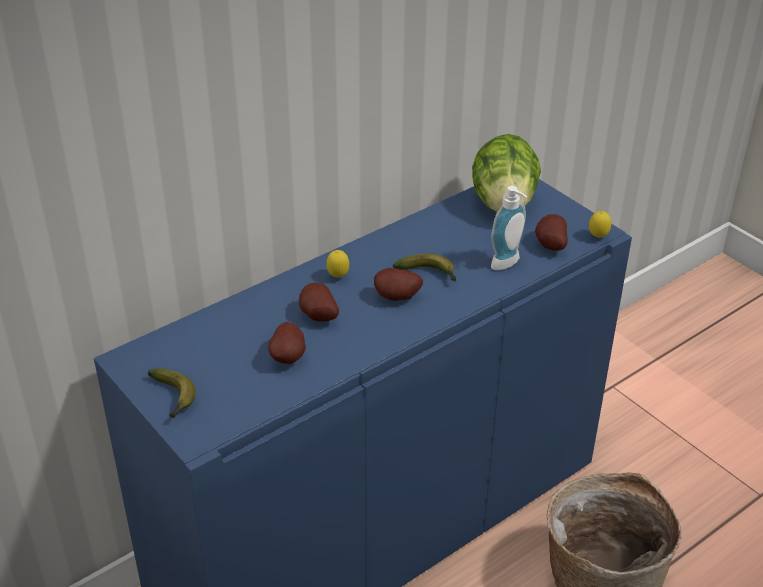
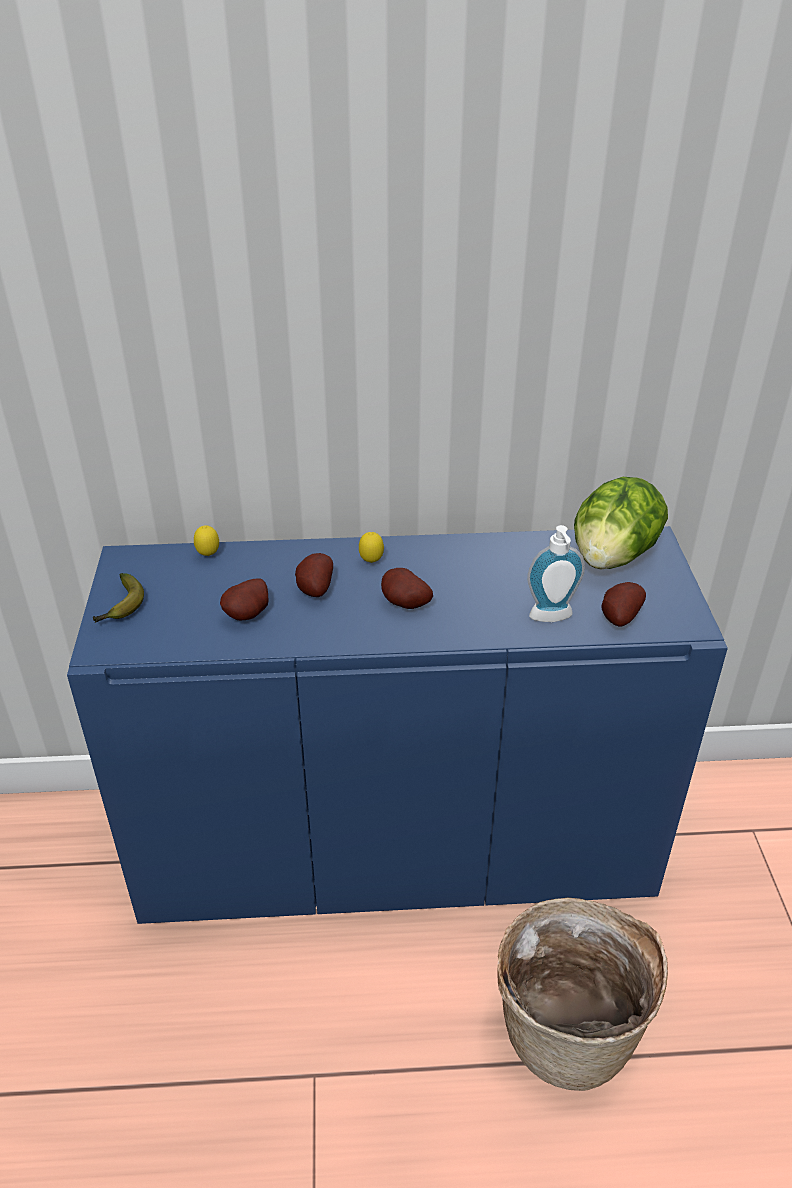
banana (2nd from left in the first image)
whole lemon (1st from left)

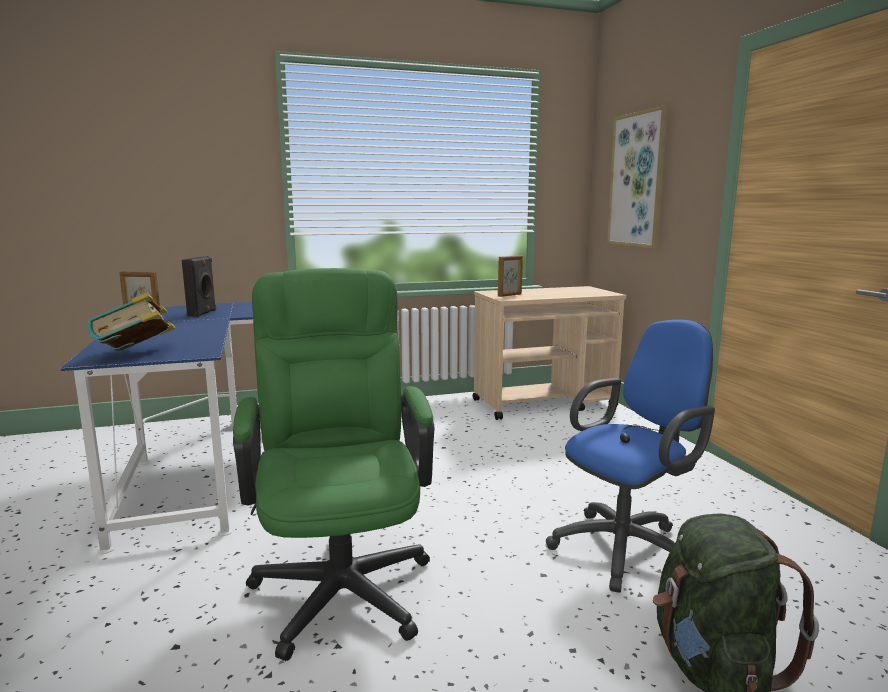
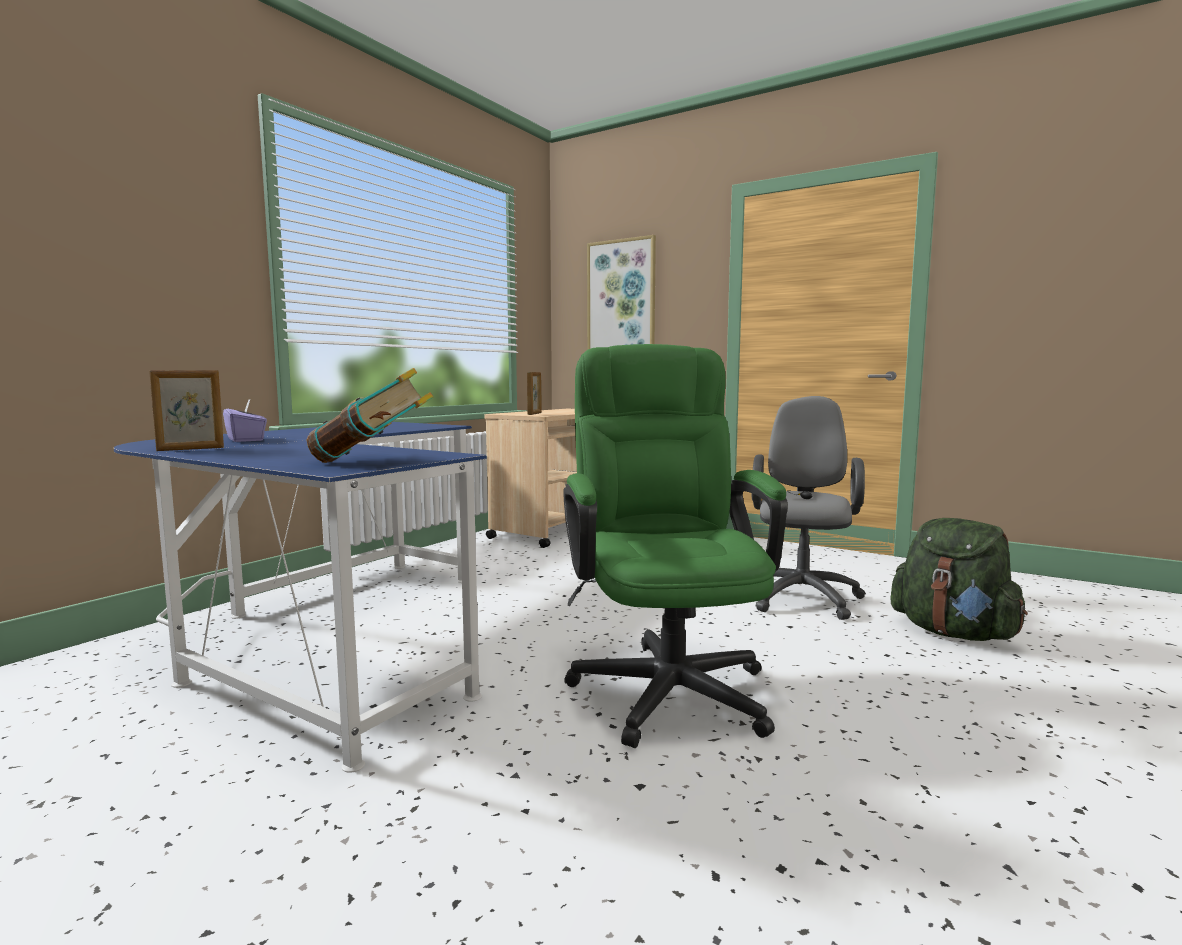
purple-coloured tissue box
gray desk chair
greenish desk chair

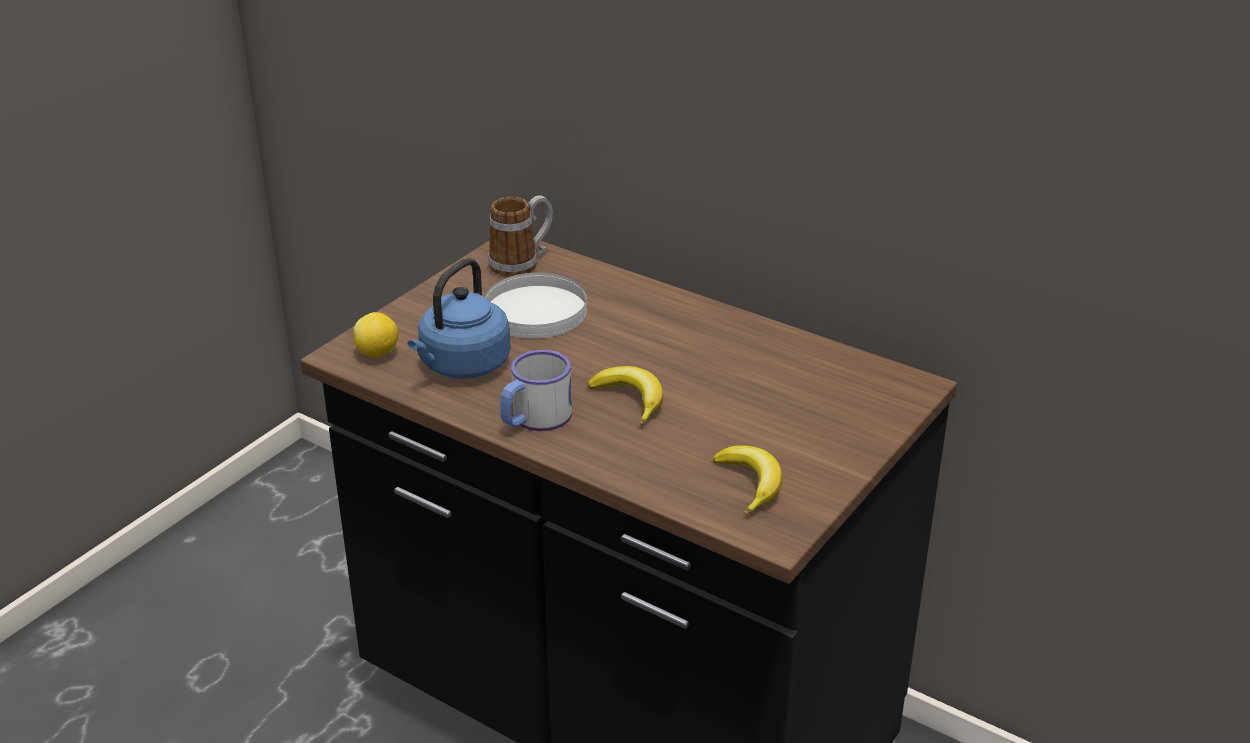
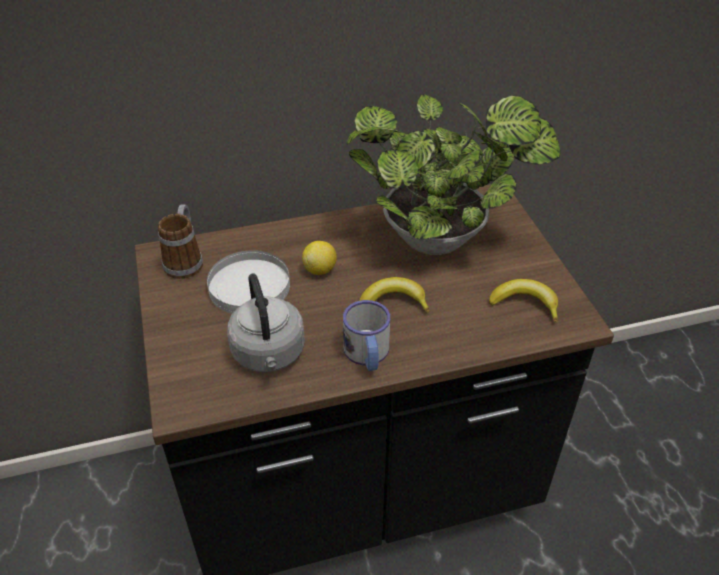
potted plant
whole lemon
gray kettle

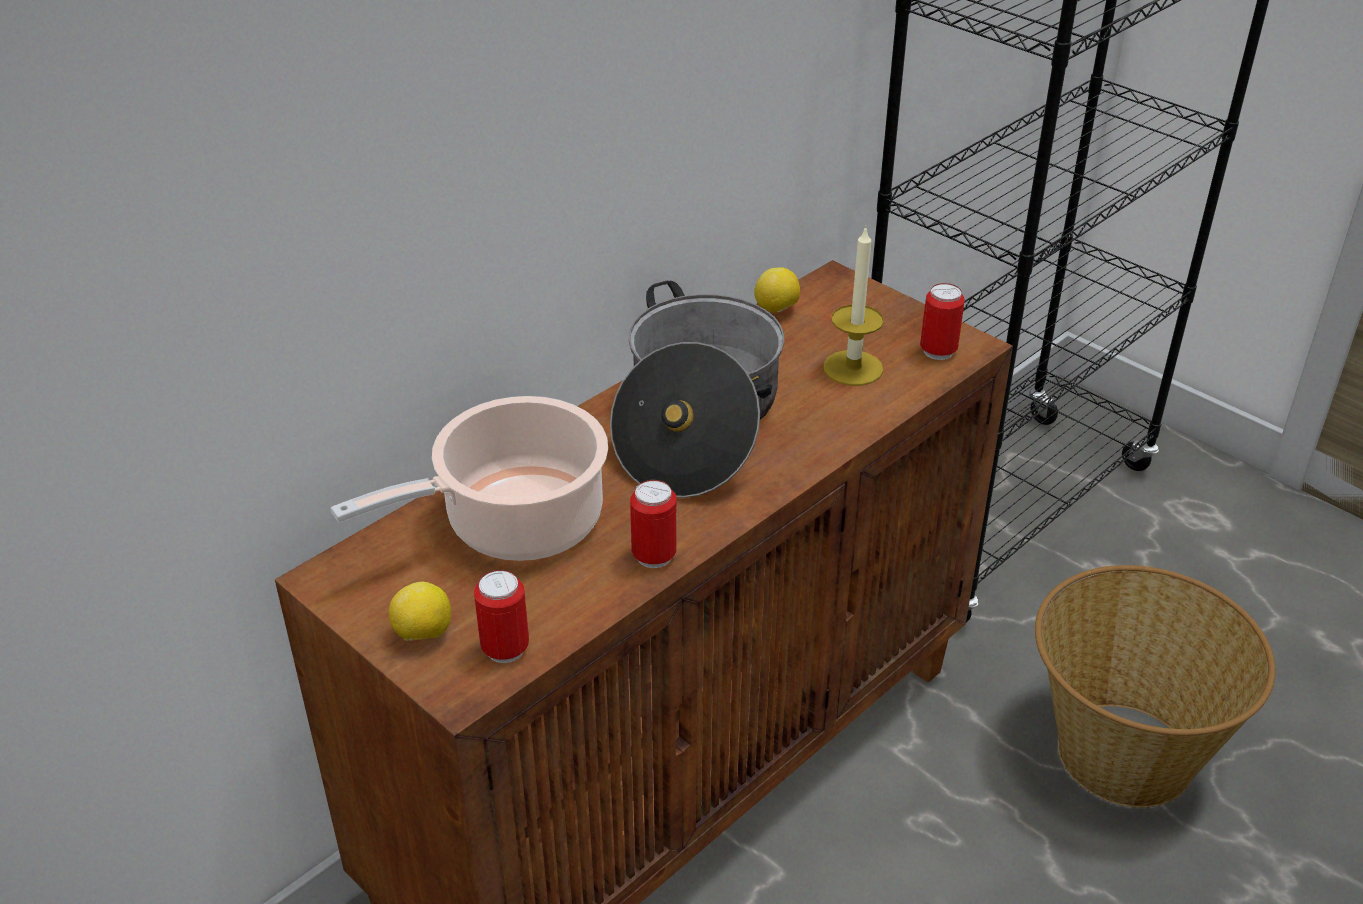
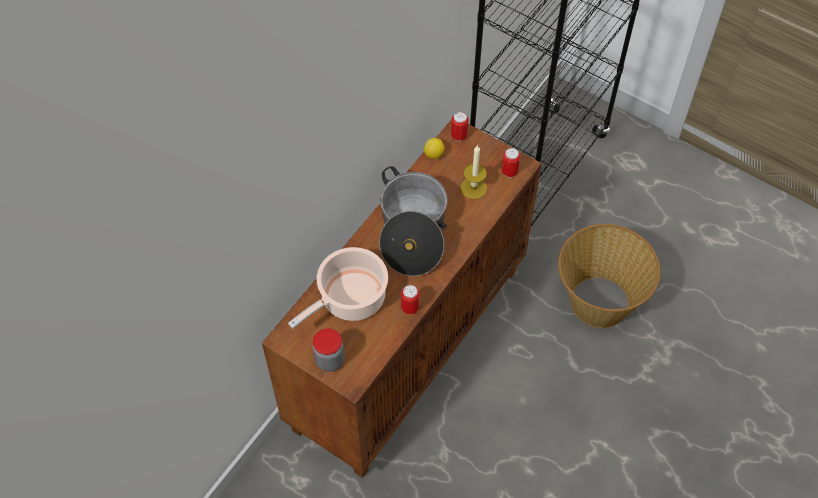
can (2nd from left)
preserve jar

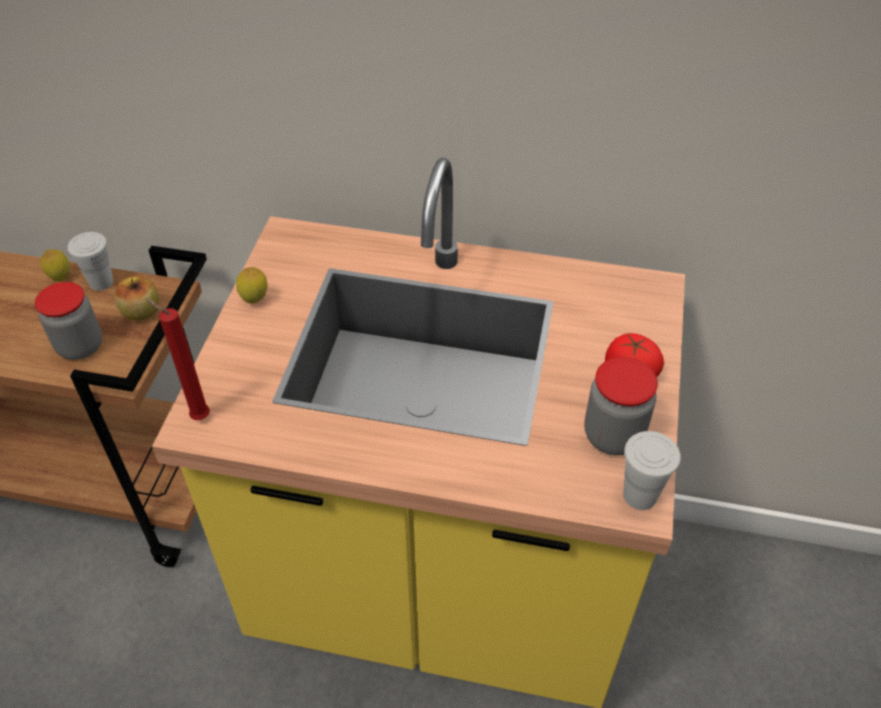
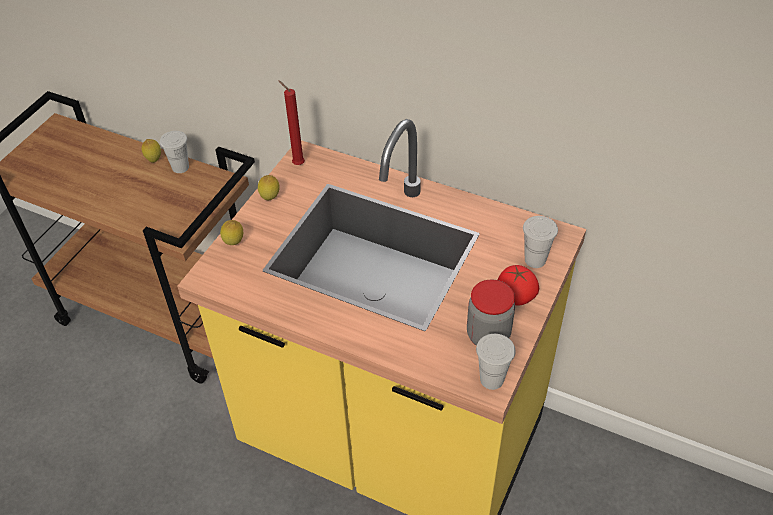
preserve jar (1st from left in the first image)
apple
whole lemon (2nd from left)
white drinking cup (3rd from left)
red-coloured wax candle

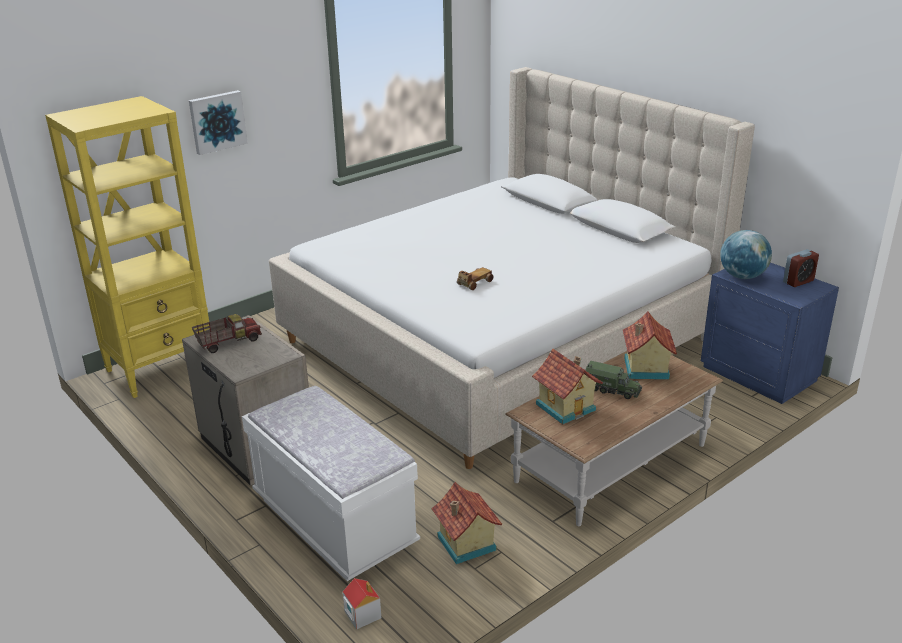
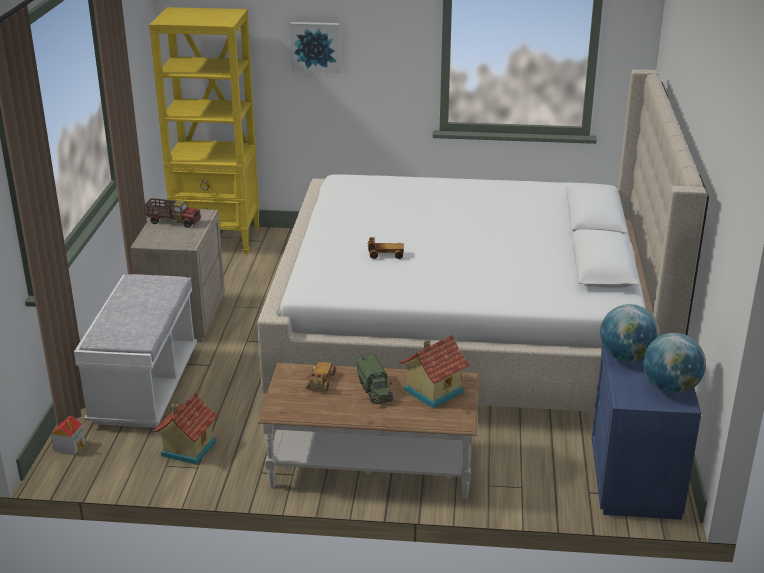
miniature car (1st from left)
world globe (2nd from left)

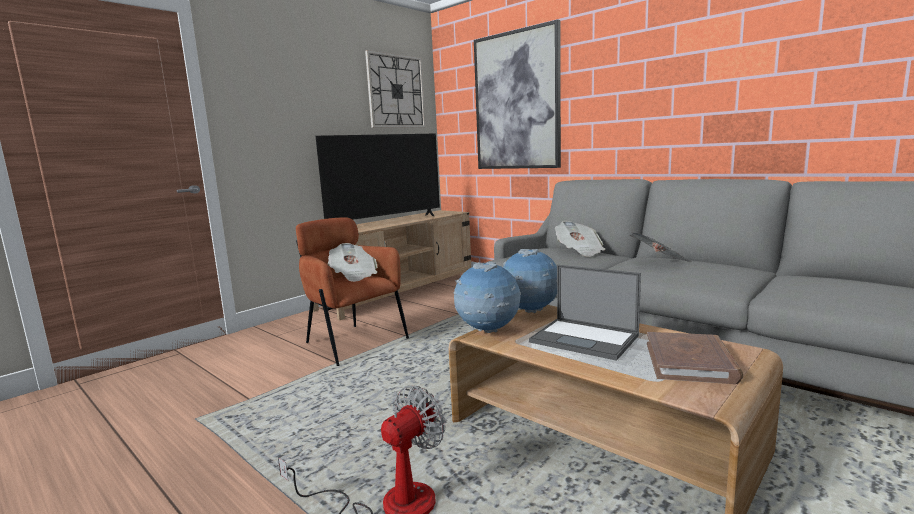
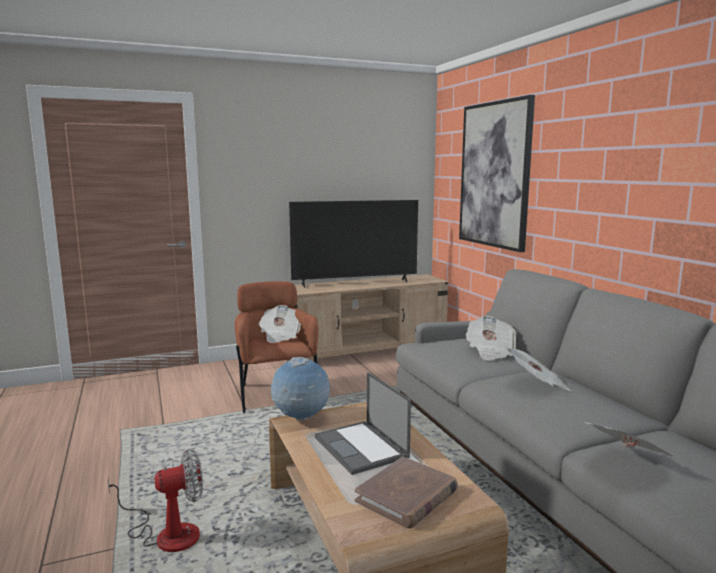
clock on the wall
world globe (2nd from left in the first image)
daily paper (4th from left)

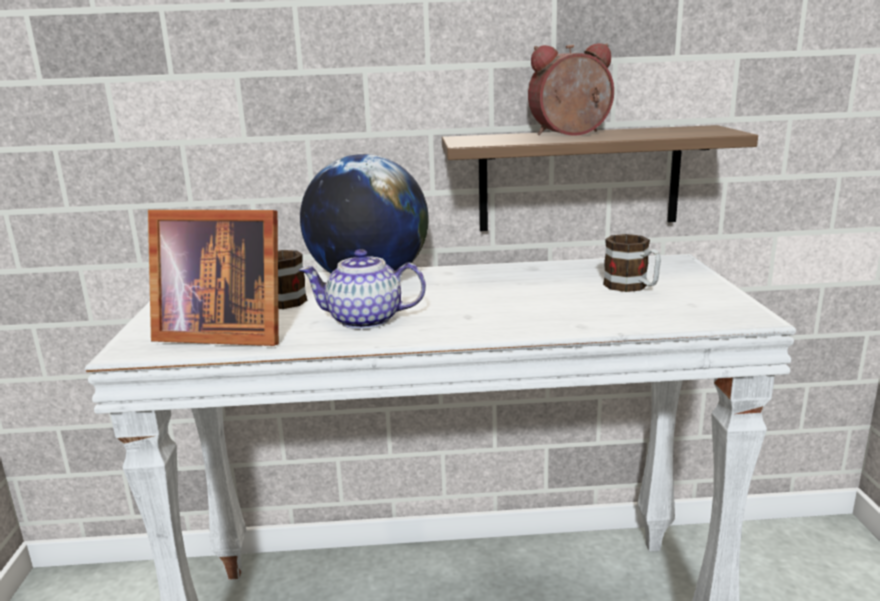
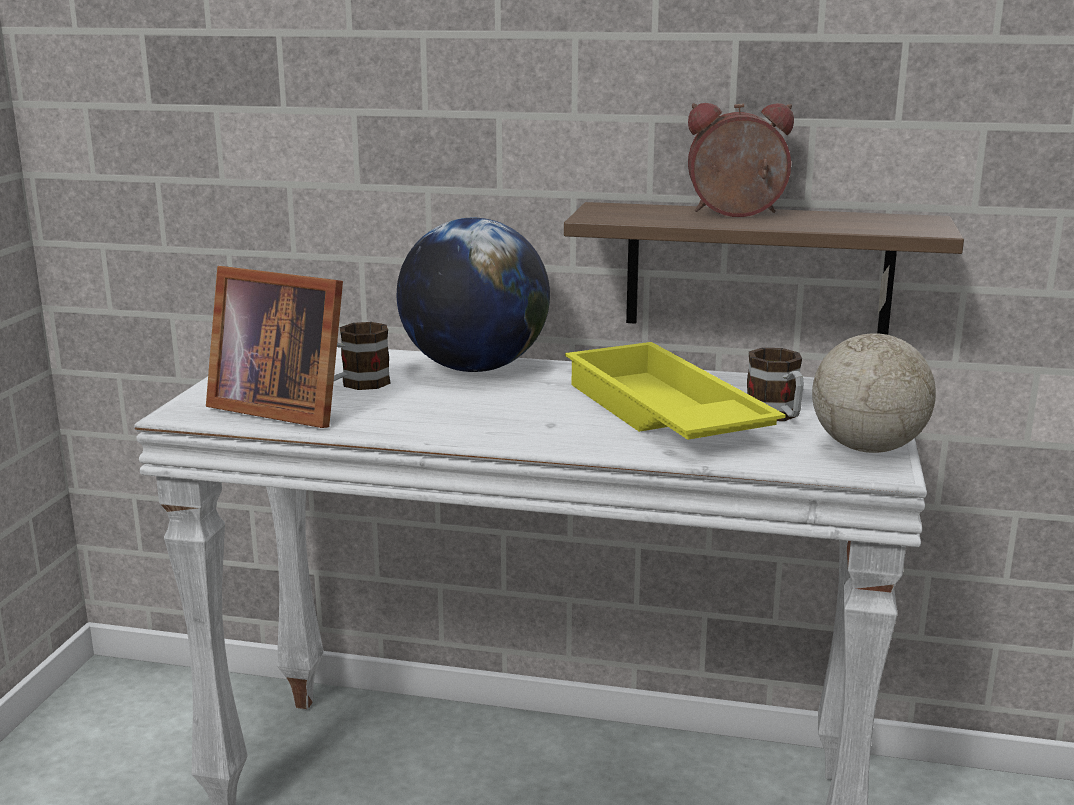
teapot
yellowish tray
world globe (2nd from left)

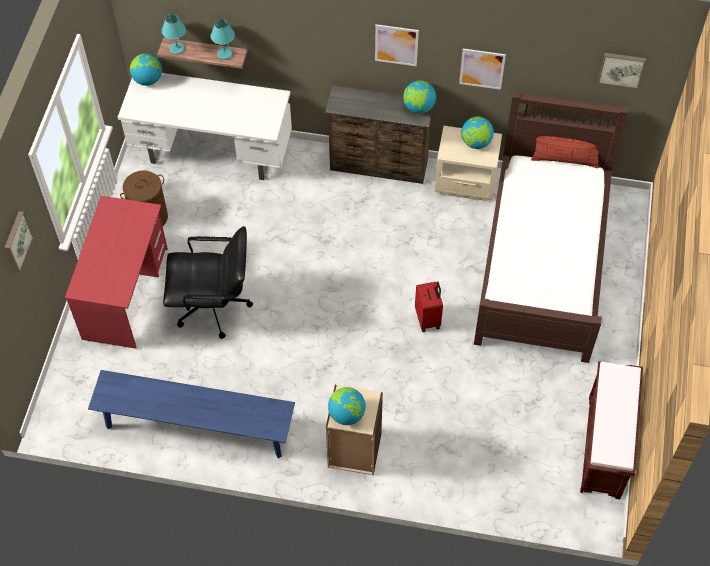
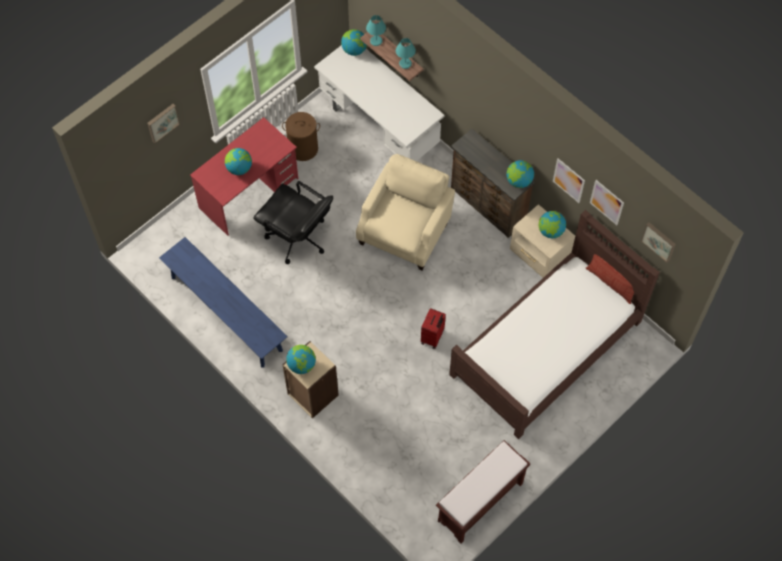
world globe (1st from left)
sand-coloured lounge chair
picture (3rd from left)

